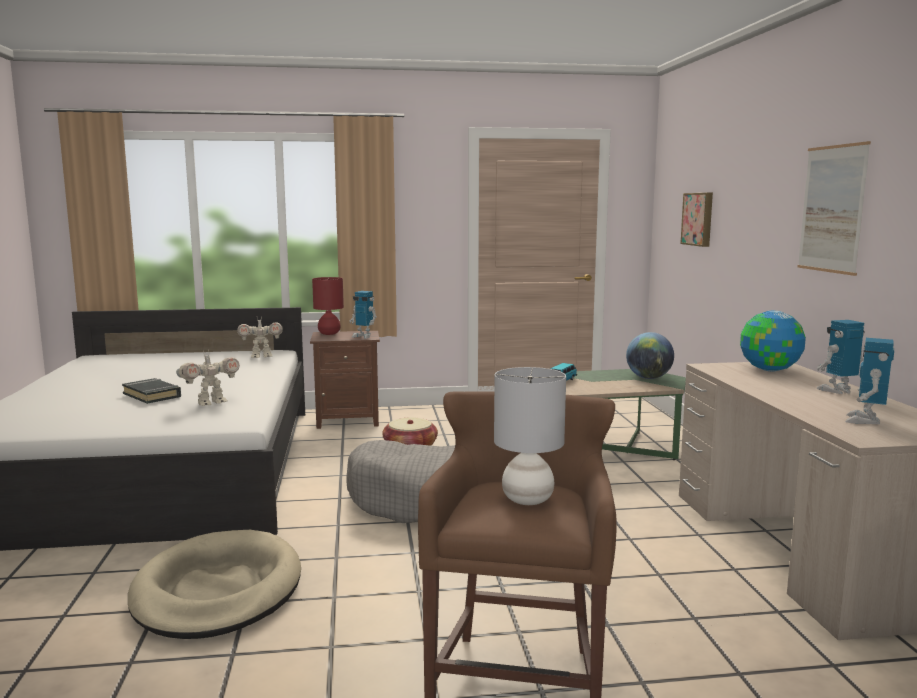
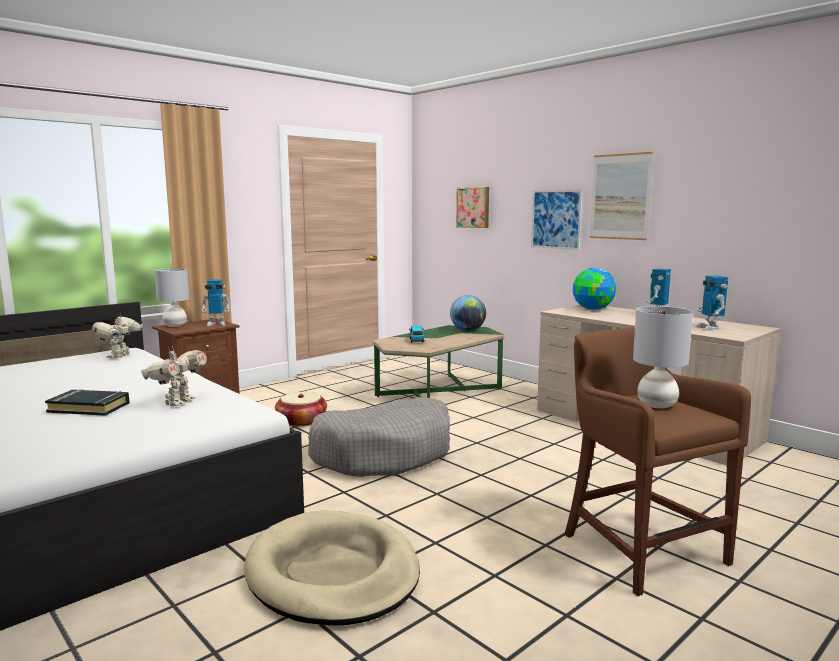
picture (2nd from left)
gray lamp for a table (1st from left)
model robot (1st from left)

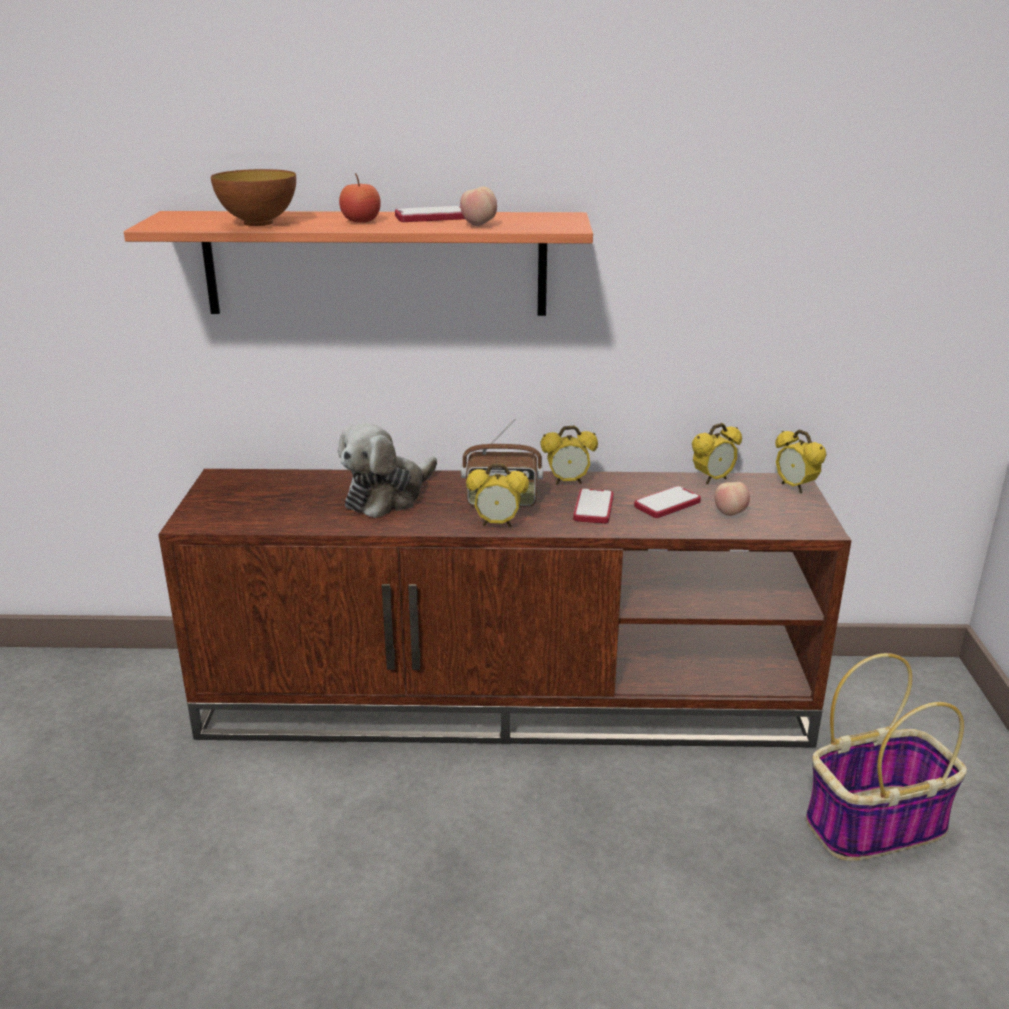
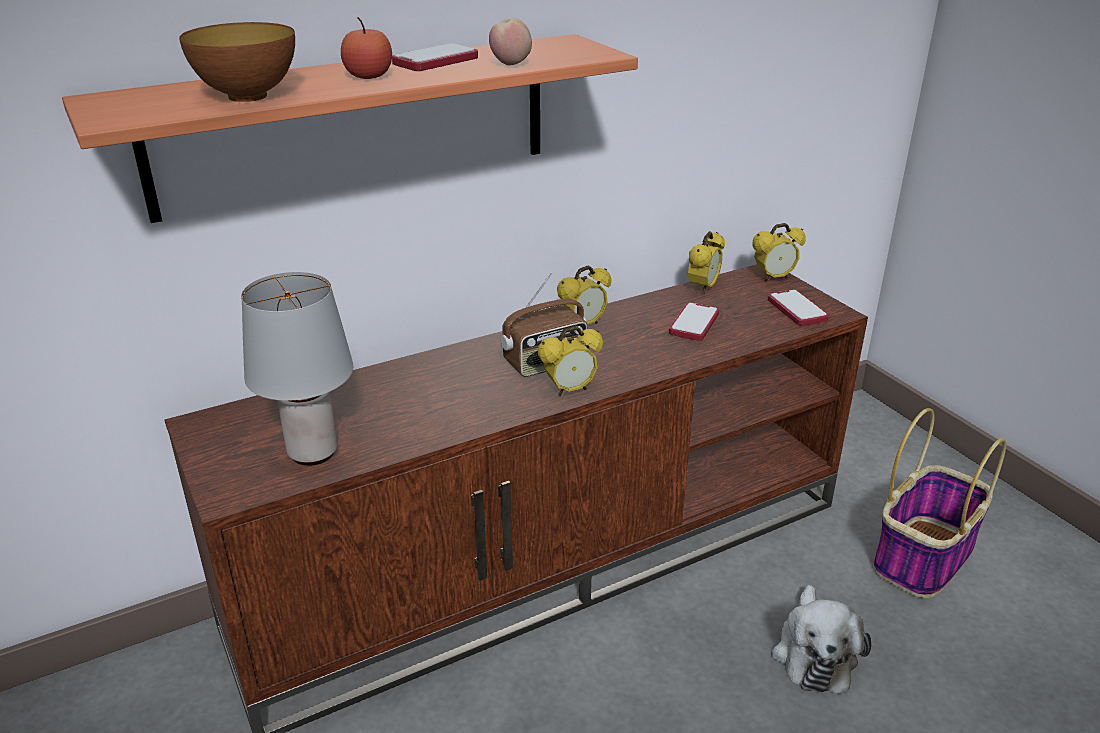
apple (3rd from left in the first image)
gray lamp for a table
soft toy
telephone (3rd from left)
bedside clock (4th from left)

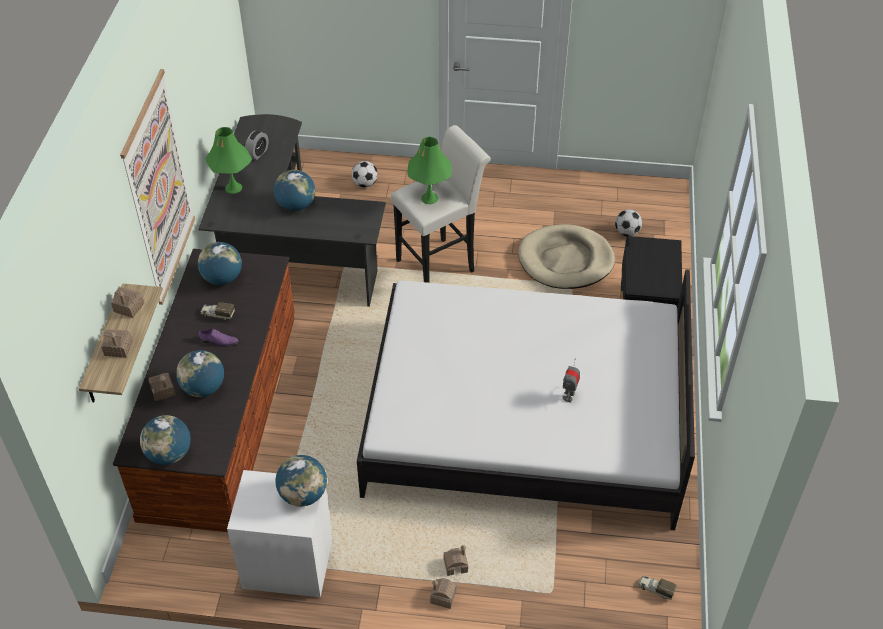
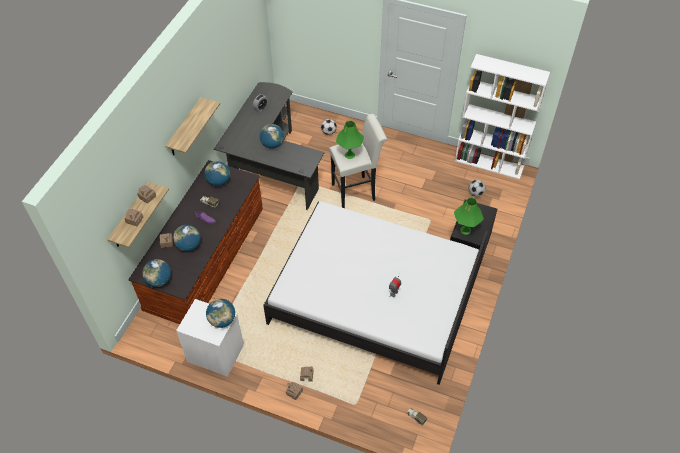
sand-coloured dog bed
white shelving unit
greenish lamp for a table (2nd from left)
bracket shelf (2nd from left)

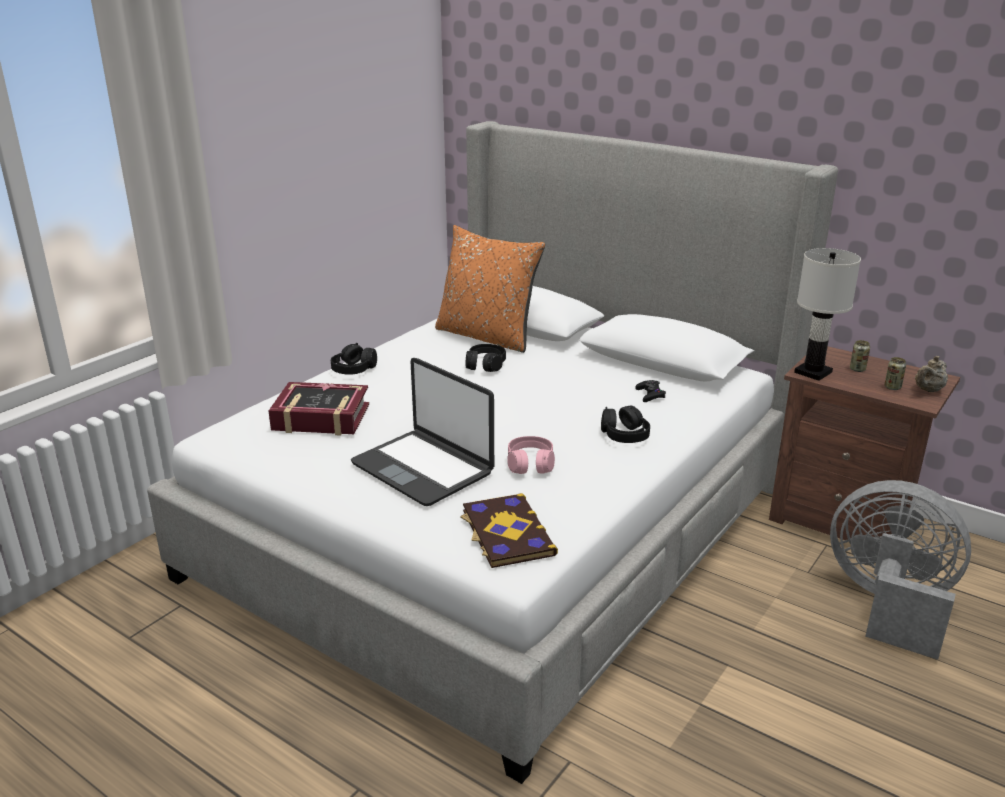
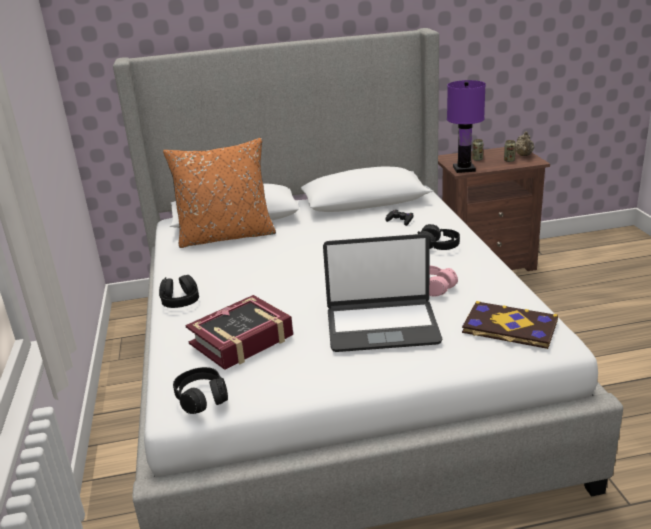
gray electric fan
black pair of headphones (2nd from left)
purple-coloured lamp for a table

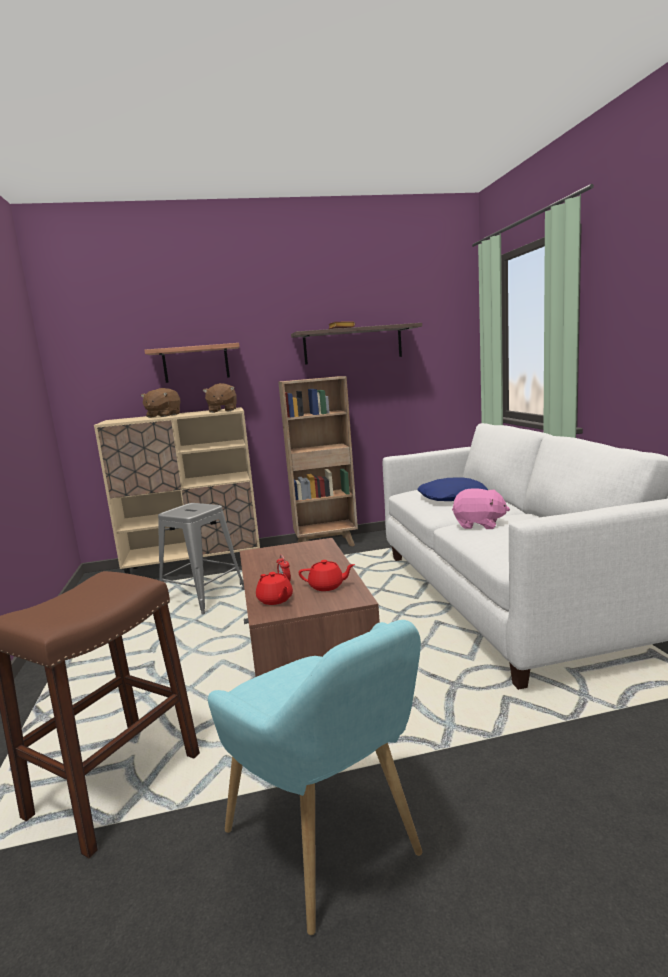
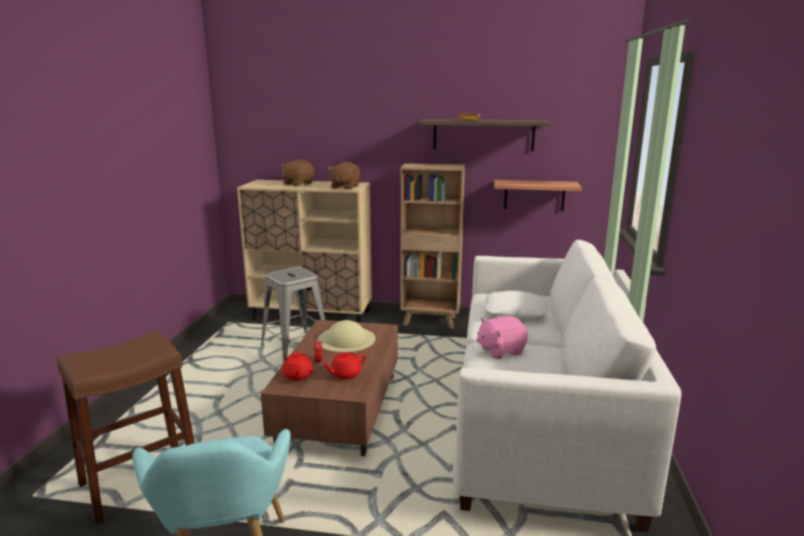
sand-coloured hat
bracket shelf (2nd from left)
white throw pillow
red-coloured teapot (2nd from left)
pinkish soft toy

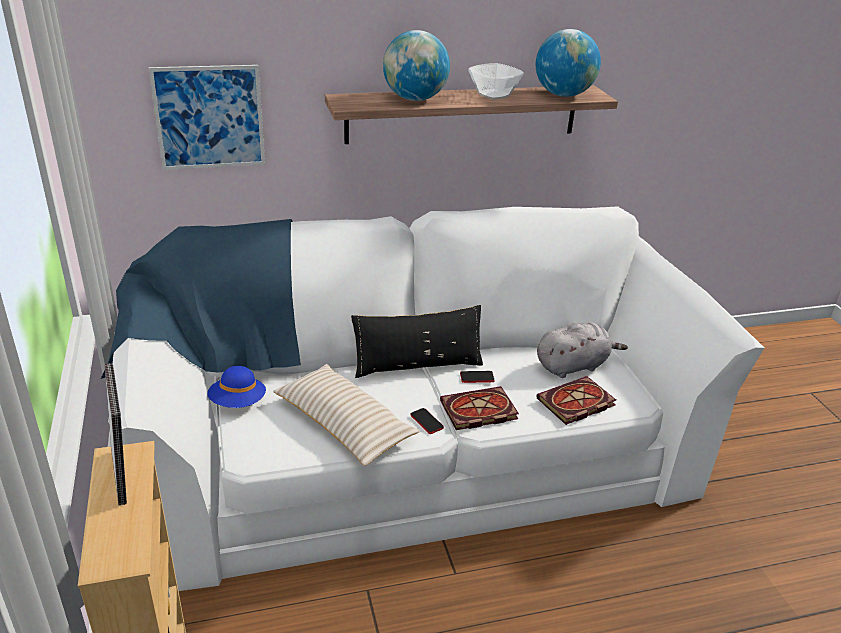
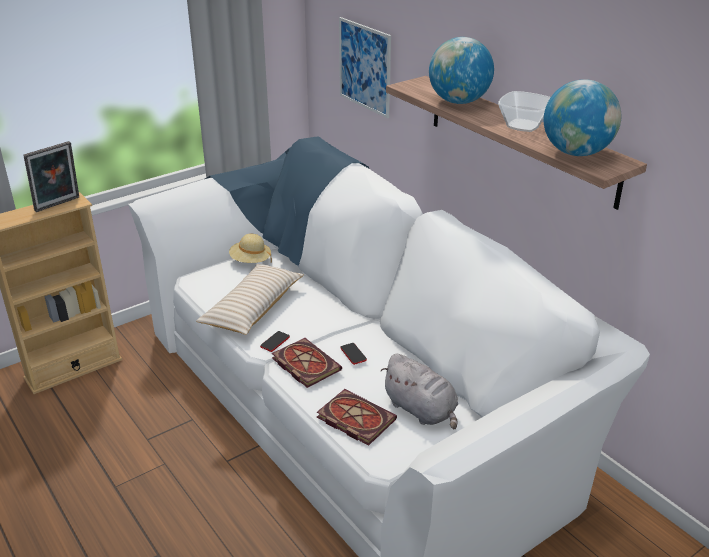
black throw pillow
sand-coloured hat

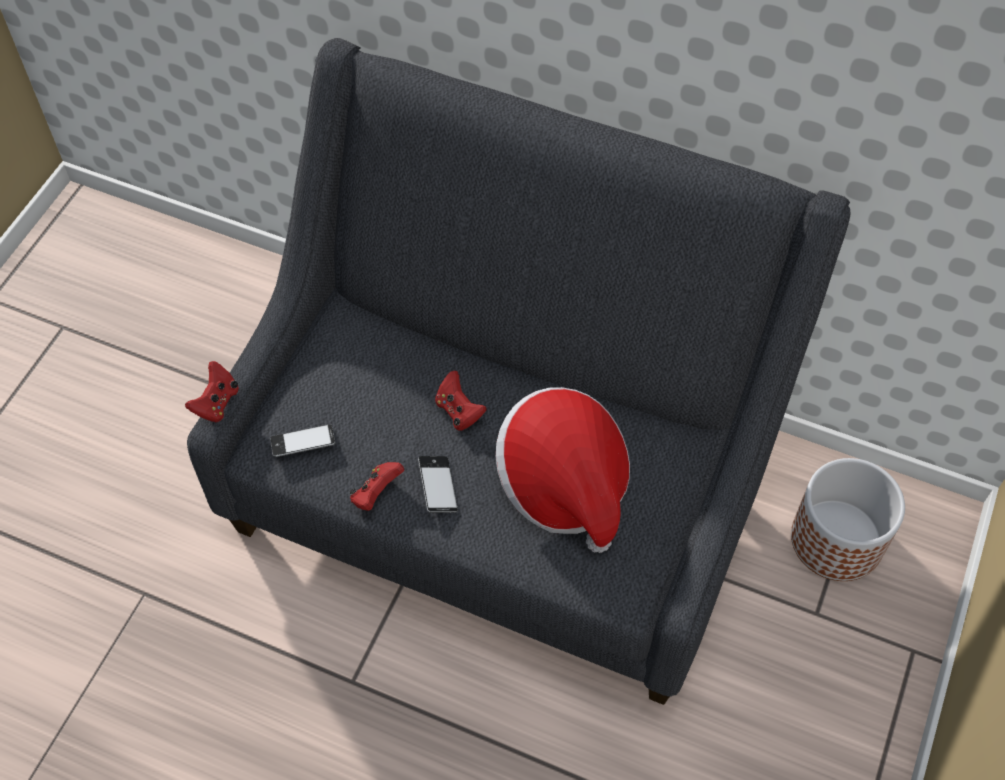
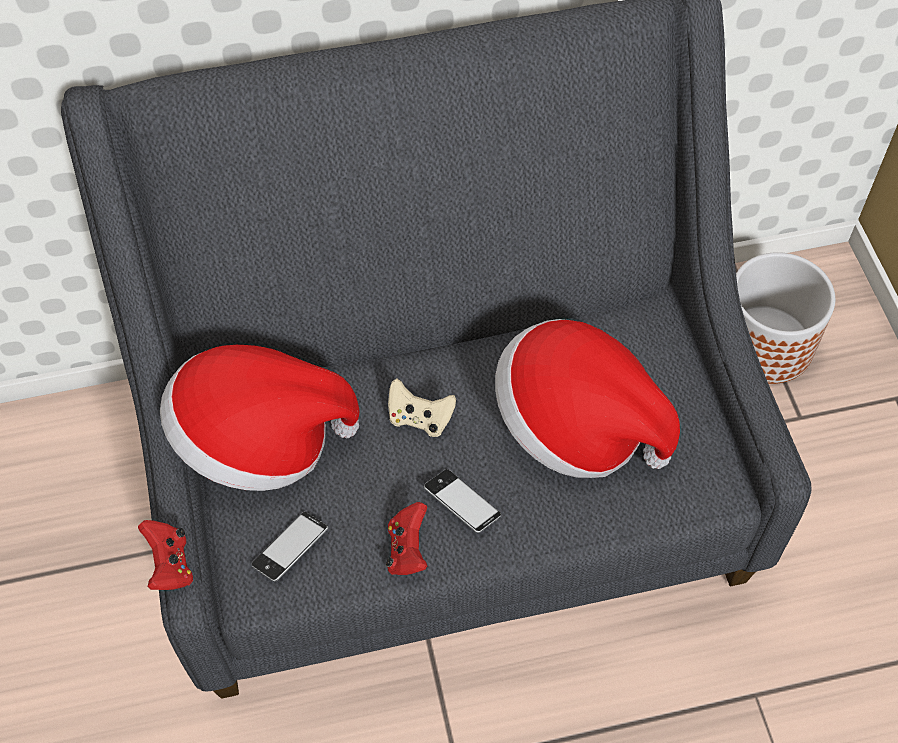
hat (1st from left)
sand-coloured gamepad

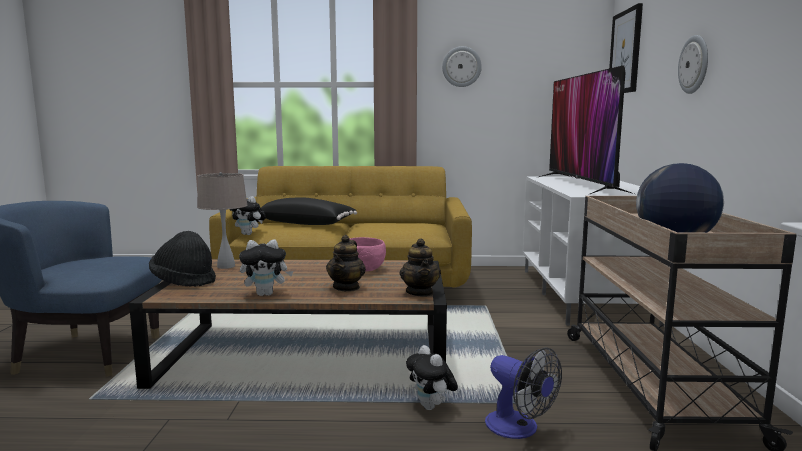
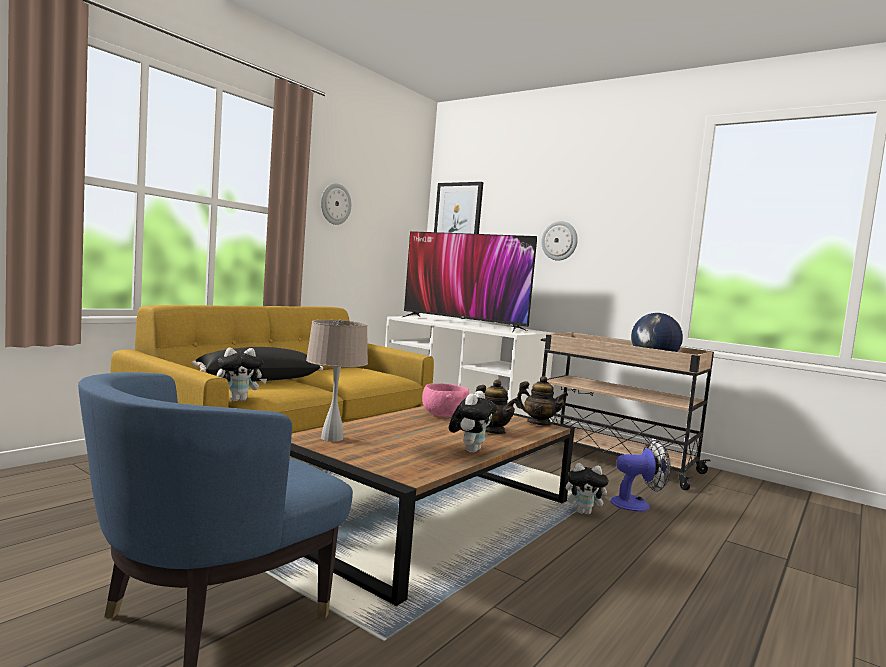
black hat

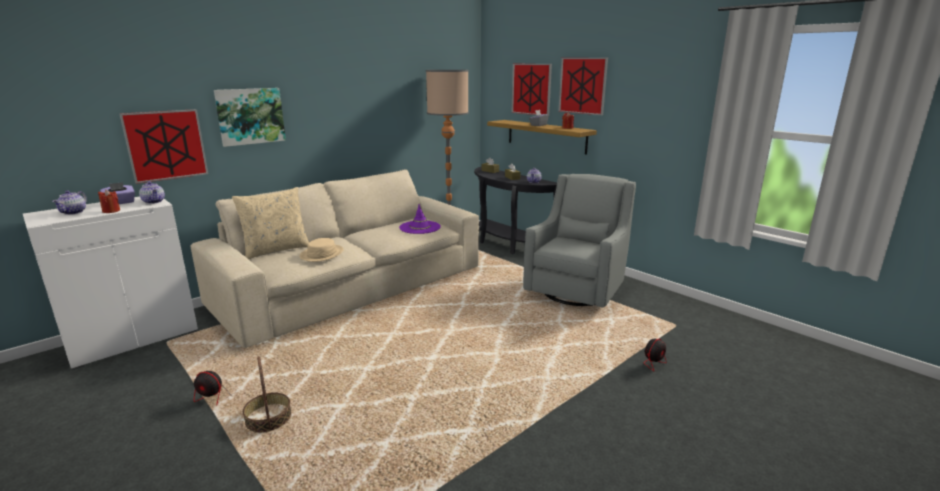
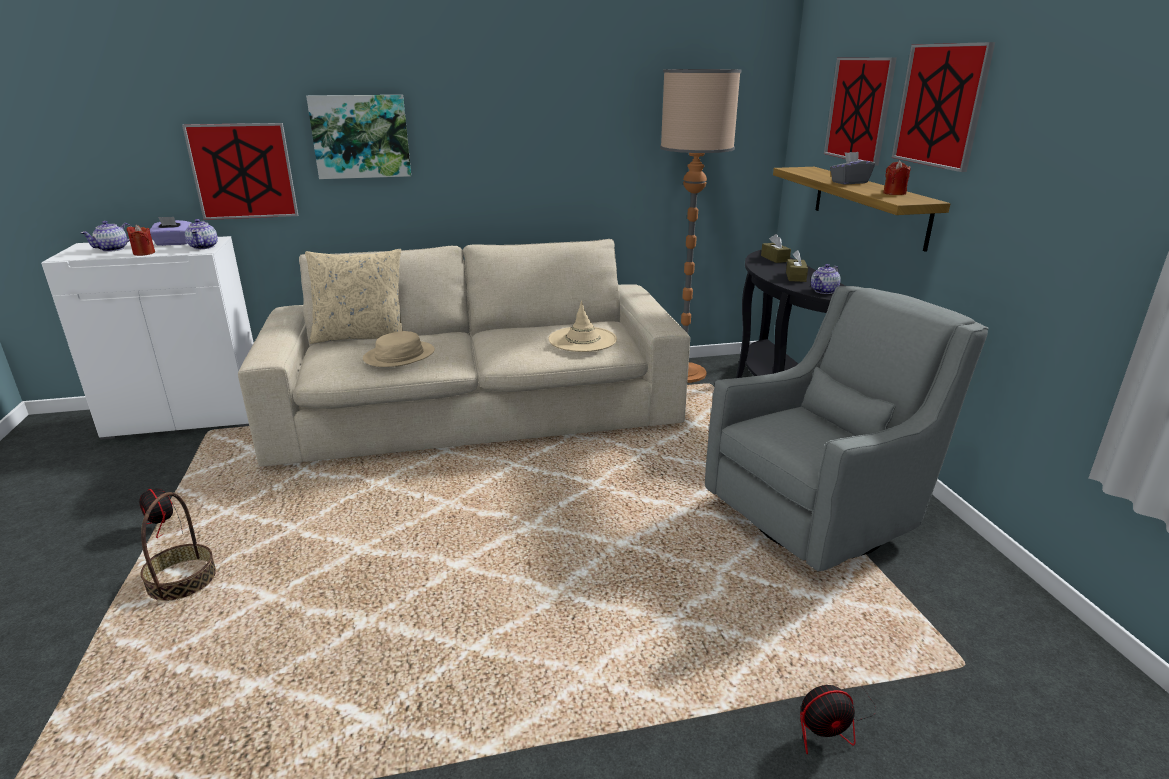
sand-coloured hat (2nd from left)

